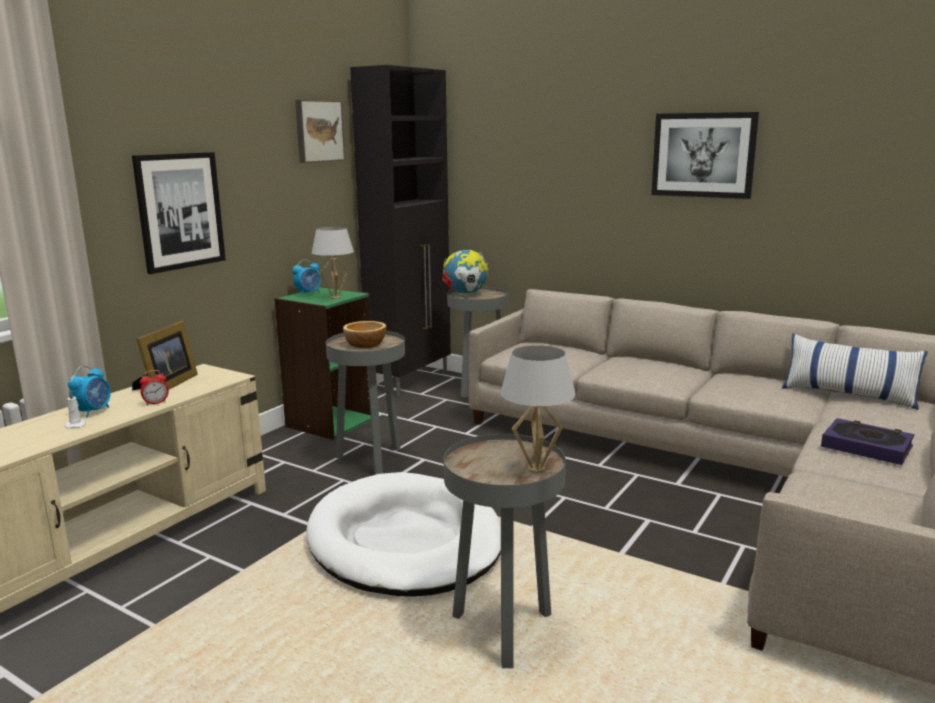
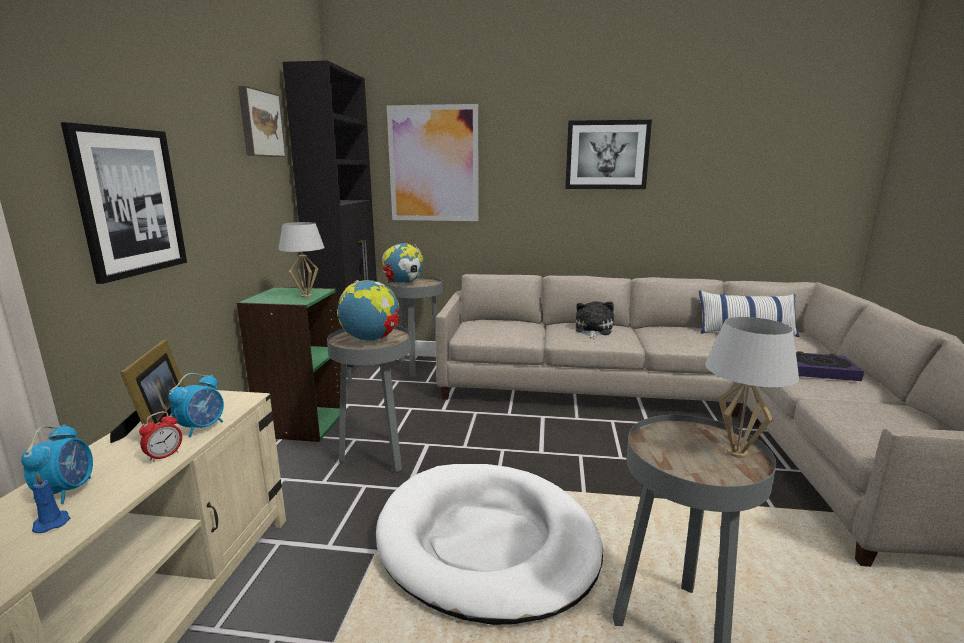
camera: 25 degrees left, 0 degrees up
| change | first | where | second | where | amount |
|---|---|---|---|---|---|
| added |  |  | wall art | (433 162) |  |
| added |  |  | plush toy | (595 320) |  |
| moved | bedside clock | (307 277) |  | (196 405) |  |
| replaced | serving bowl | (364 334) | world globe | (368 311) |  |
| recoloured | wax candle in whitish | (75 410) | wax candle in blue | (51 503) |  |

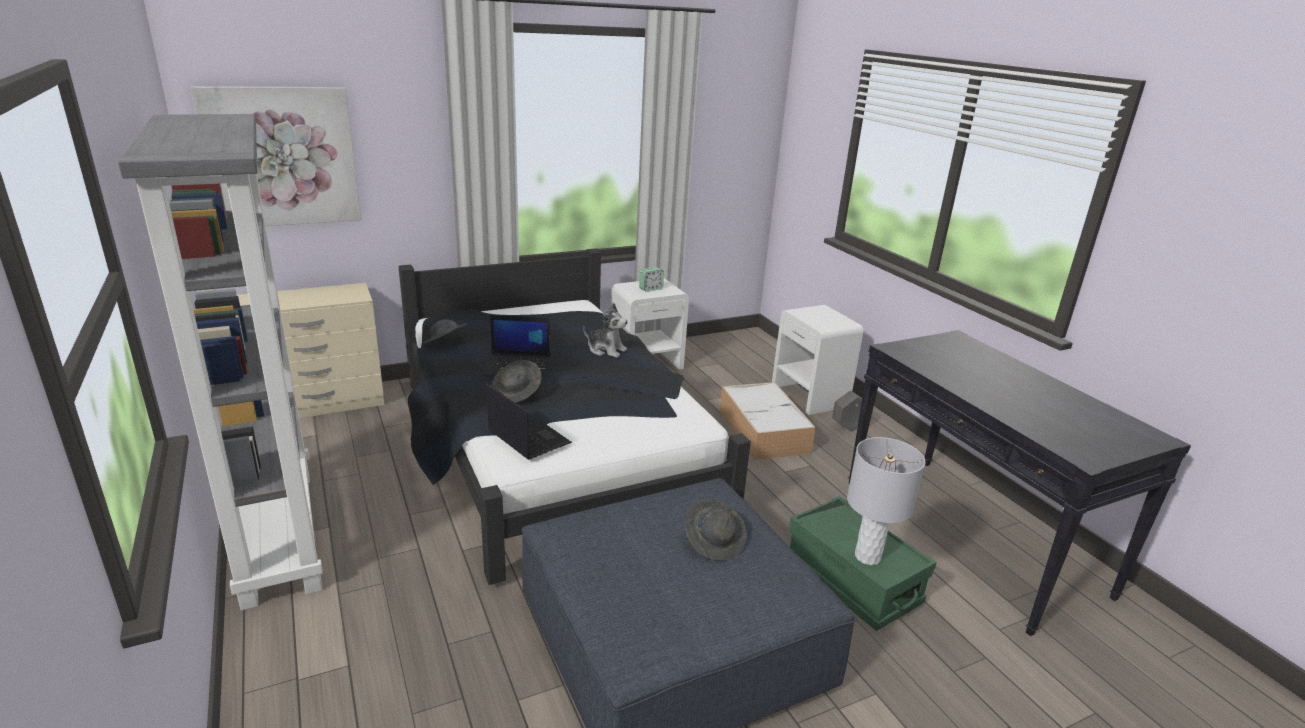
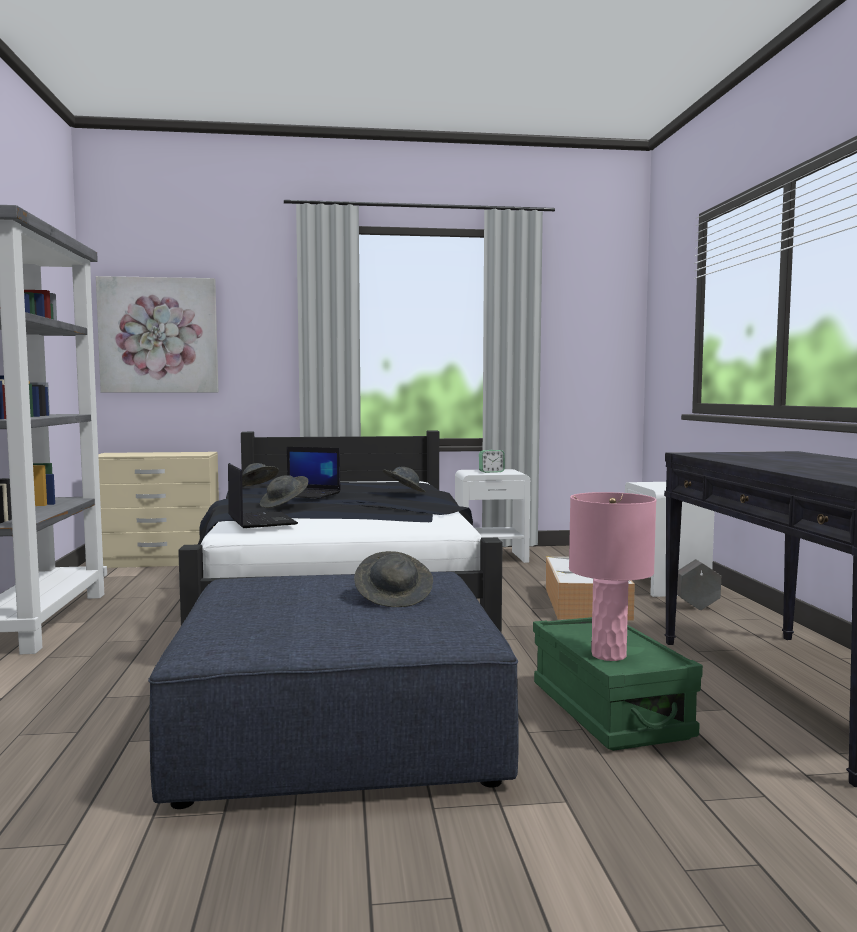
camera: 20 degrees right, 20 degrees down
| change | first | where | second | where | amount |
|---|---|---|---|---|---|
| replaced | plush toy | (605 330) | clothing hat in gray | (404 480) |  |
| recoloured | tabletop lamp in gray | (886 501) | tabletop lamp in pink-coloured | (612 576) |  |

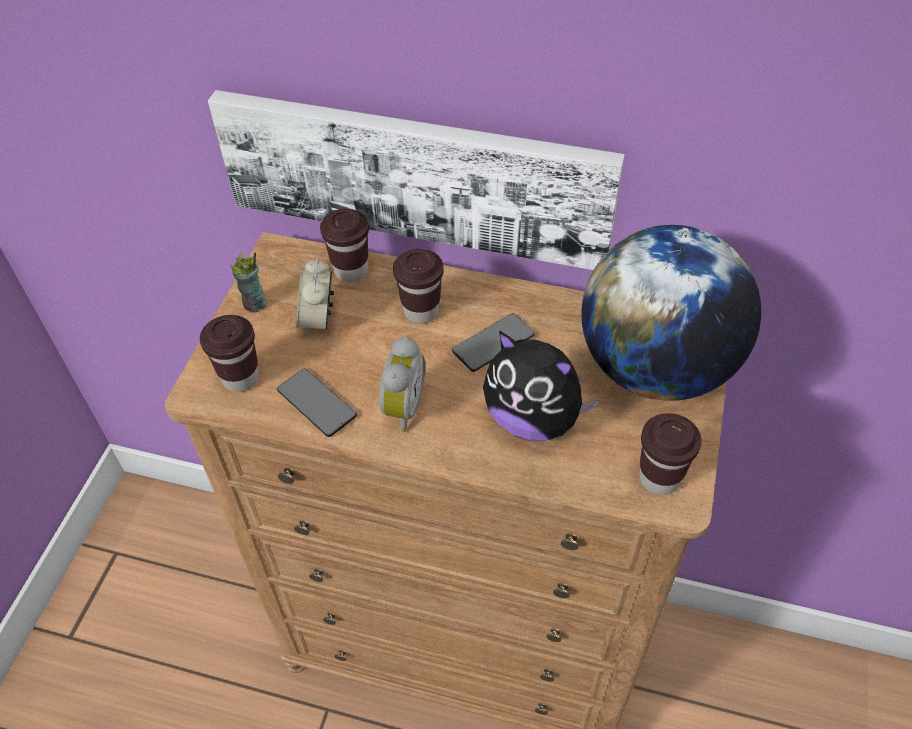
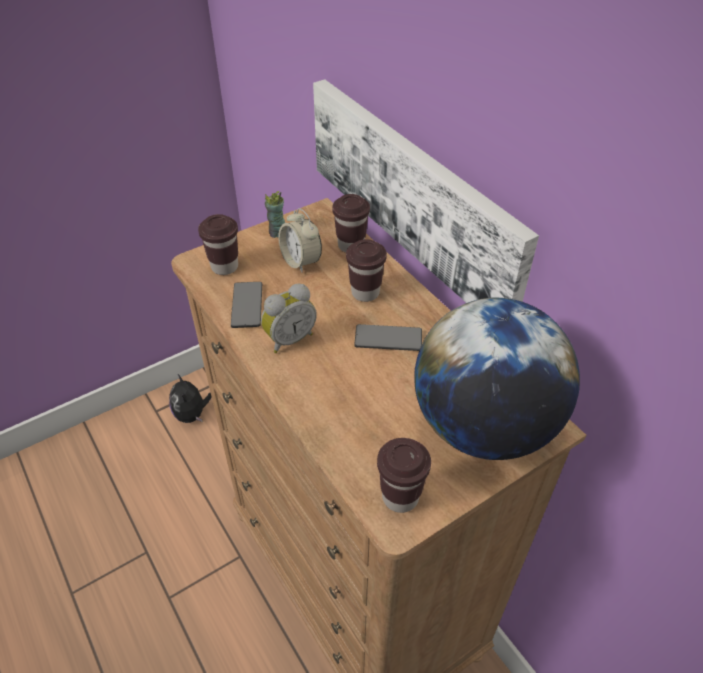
camera: 40 degrees right, 5 degrees down
| change | first | where | second | where | amount |
|---|---|---|---|---|---|
| moved | plush toy | (541 386) |  | (190 398) |  |
| turned | bedside clock | (315 297) |  | (300 240) | 75 degrees counterclockwise |

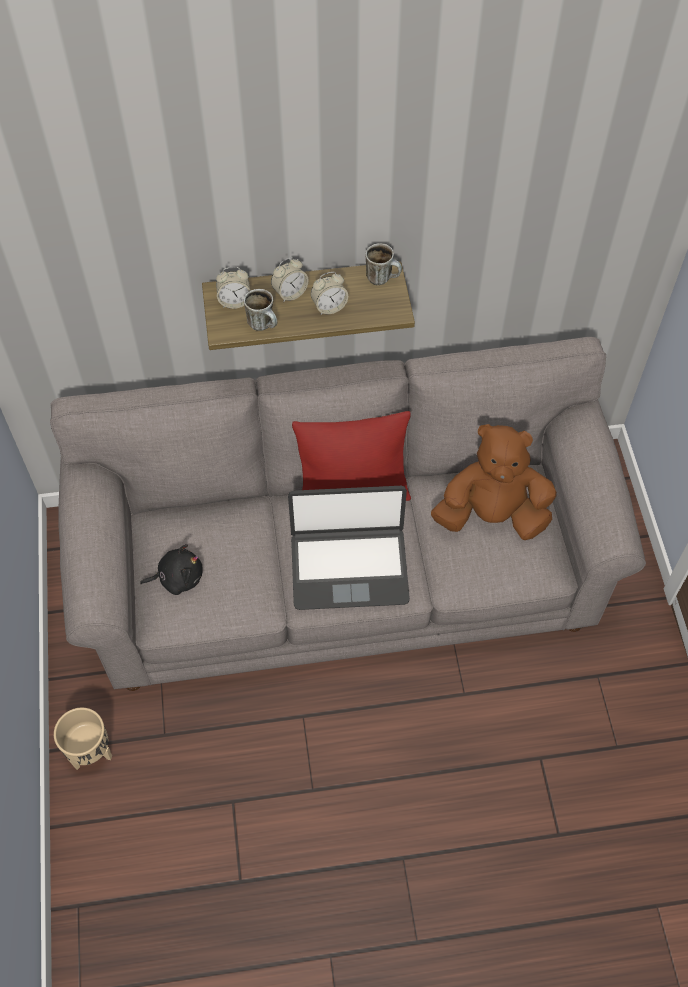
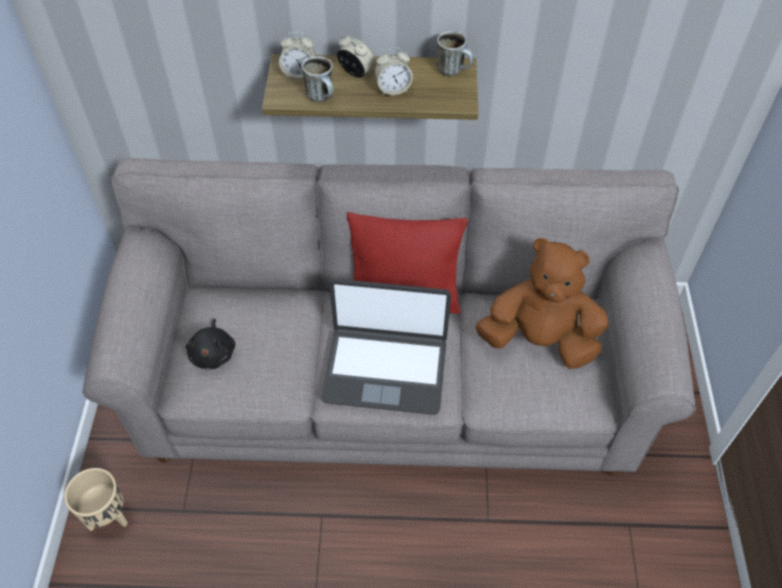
camera: 10 degrees right, 5 degrees down
| change | first | where | second | where | amount |
|---|---|---|---|---|---|
| turned | plush toy in blackish | (171 569) |  | (210 344) | 90 degrees clockwise |
| turned | bedside clock | (290 279) |  | (356 56) | 120 degrees counterclockwise |

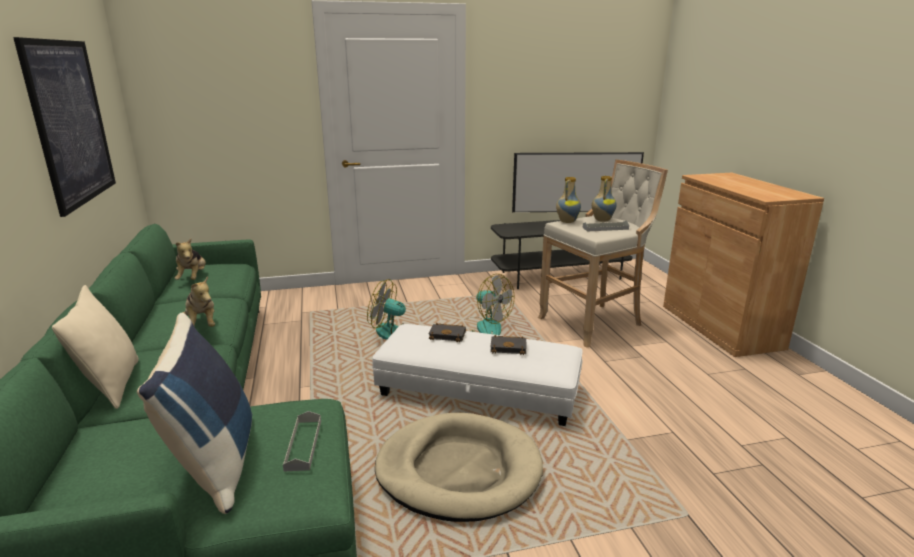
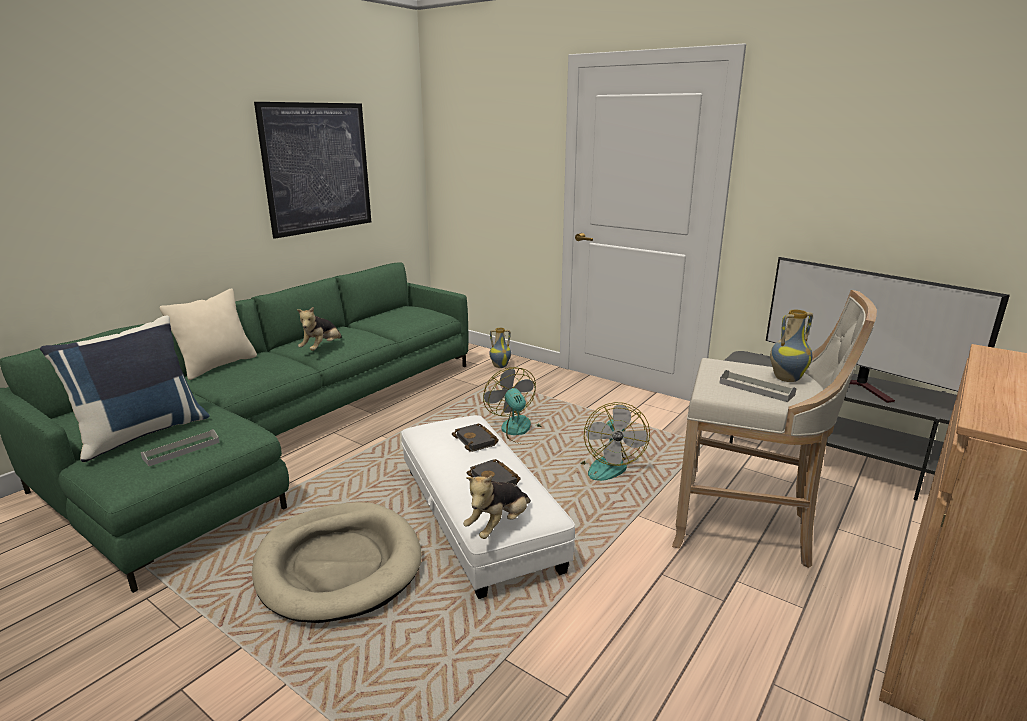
camera: 50 degrees right, 0 degrees up
| change | first | where | second | where | amount |
|---|---|---|---|---|---|
| moved | plush toy | (190 259) |  | (497 507) |  |
| moved | flower vase | (568 200) |  | (500 348) |  |

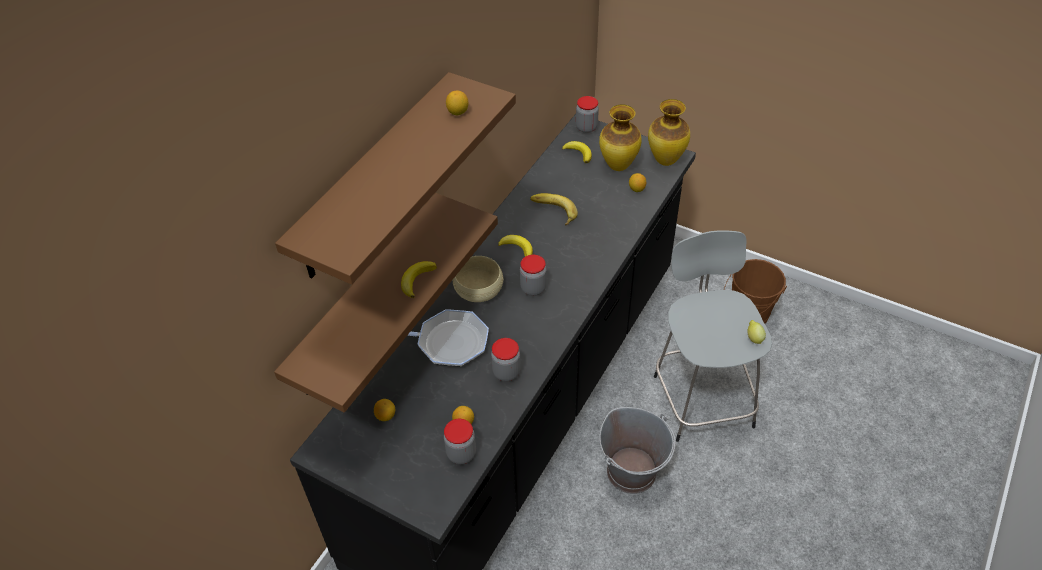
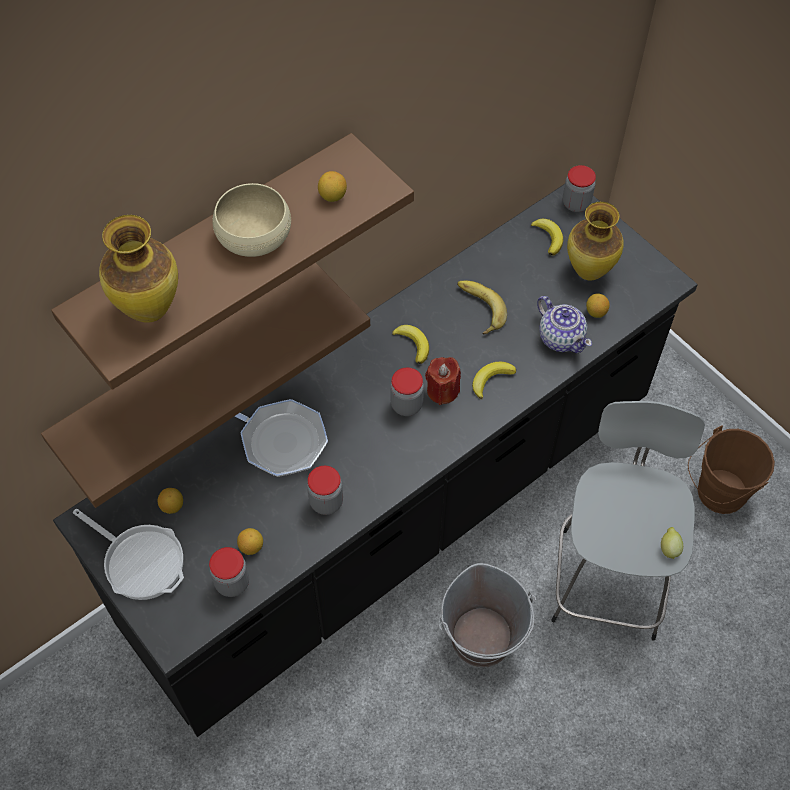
camera: 20 degrees right, 10 degrees up
| change | first | where | second | where | amount |
|---|---|---|---|---|---|
| added |  |  | pan | (128 554) |  |
| added |  |  | wax candle in reddish | (443 381) |  |
| added |  |  | teapot | (564 324) |  |
| moved | banana | (419 279) |  | (494 380) |  |
| moved | serving bowl in beige-coloured | (478 279) |  | (251 220) |  |
| moved | flower vase | (669 132) |  | (138 269) |  |

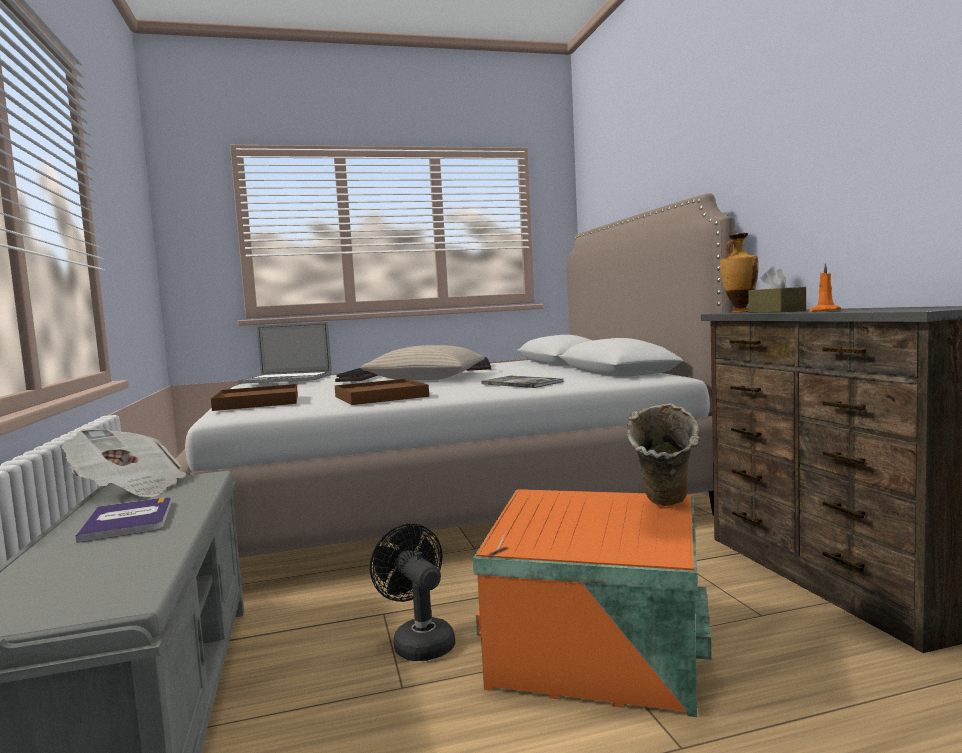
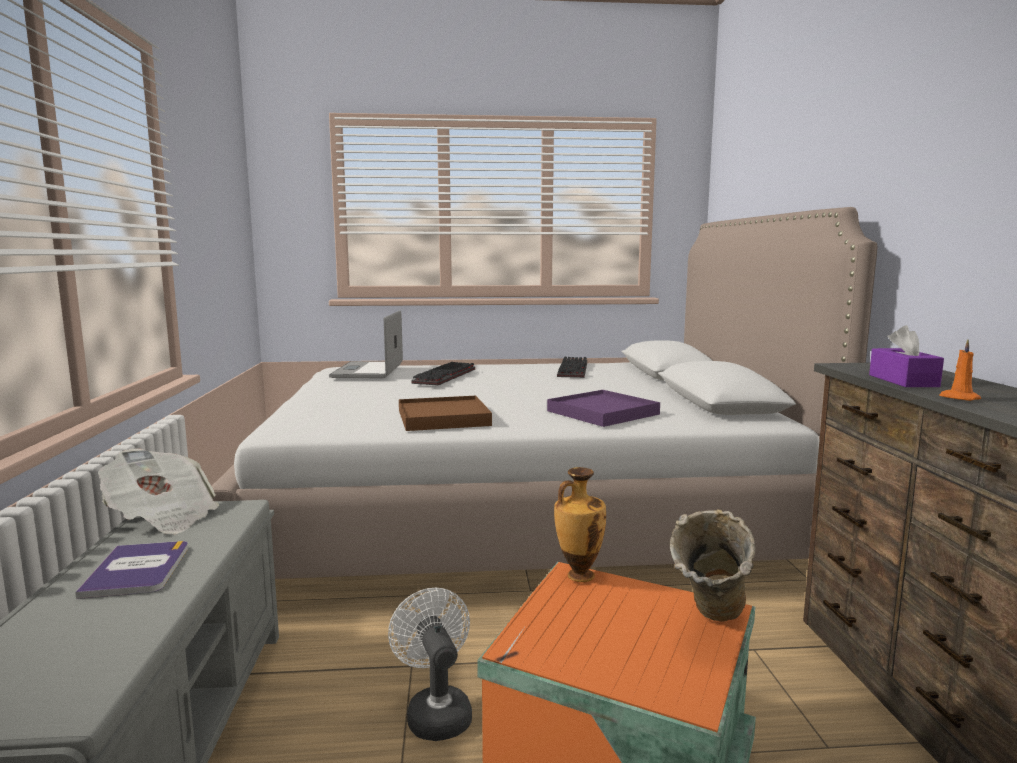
camera: 10 degrees right, 5 degrees up
| change | first | where | second | where | amount |
|---|---|---|---|---|---|
| removed | carrying tray in brown | (254 397) |  |  |  |
| removed | throw pillow in beige-coloured | (422 362) |  |  |  |
| moved | flower vase | (739 272) |  | (580 524) |  |
| replaced | book | (522 382) | carrying tray in purplish | (603 408) |  |
| recoloured | electric fan in blackish | (412 592) | electric fan in whitish | (430 664) |  |
| recoloured | tissue box in brown | (777 289) | tissue box in purplish | (906 356) |  |
| turned | laptop | (285 353) |  | (366 344) | 75 degrees clockwise |

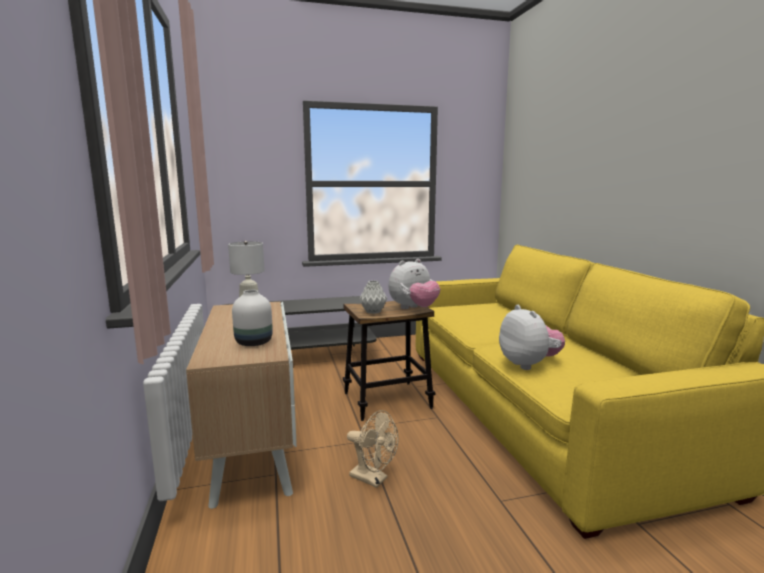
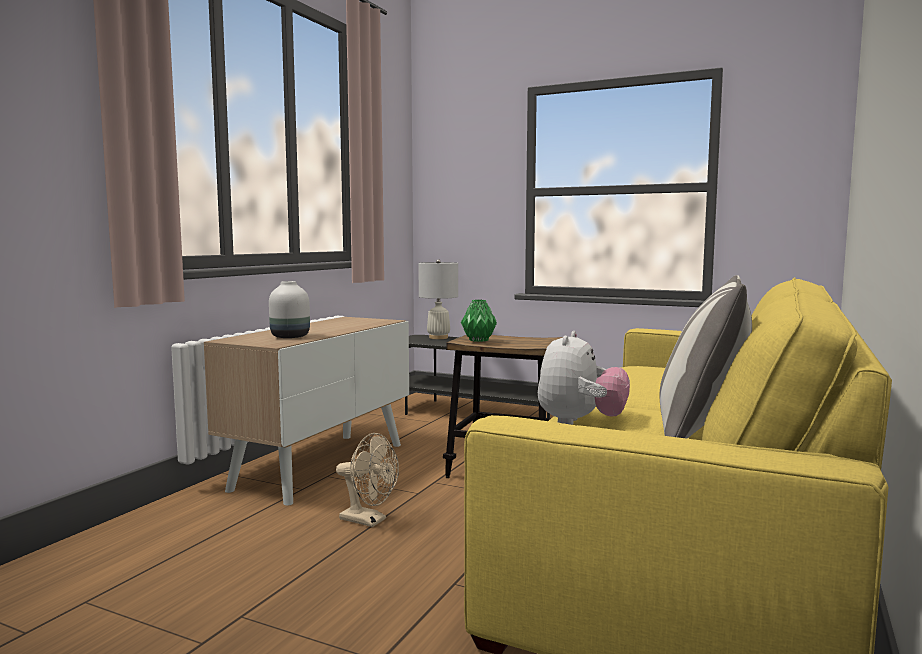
camera: 40 degrees right, 5 degrees down
| change | first | where | second | where | amount |
|---|---|---|---|---|---|
| removed | plush toy | (414 284) |  |  |  |
| added |  |  | throw pillow | (705 357) |  |
| recoloured | flower vase in gray | (373 297) | flower vase in greenish | (479 320) |  |
| turned | electric fan in beige-coloured | (372 449) |  | (367 480) | 45 degrees counterclockwise |

